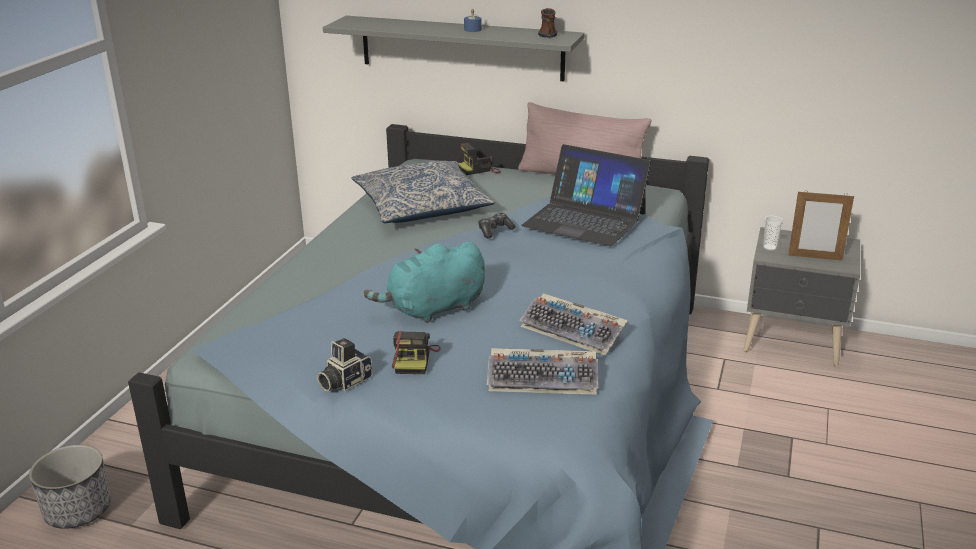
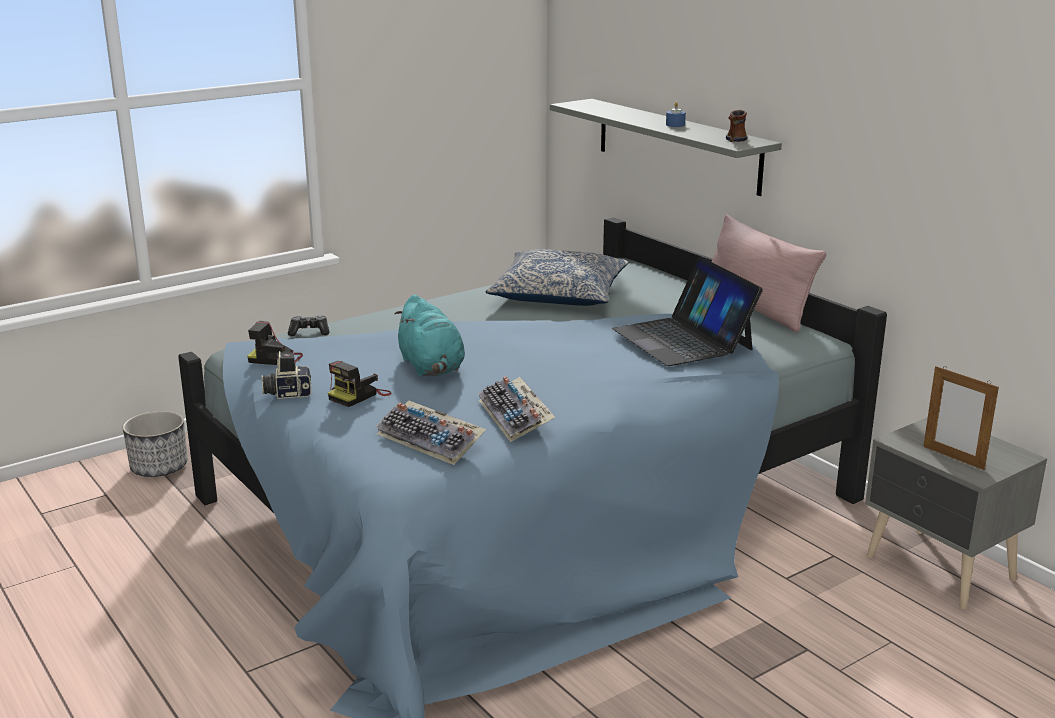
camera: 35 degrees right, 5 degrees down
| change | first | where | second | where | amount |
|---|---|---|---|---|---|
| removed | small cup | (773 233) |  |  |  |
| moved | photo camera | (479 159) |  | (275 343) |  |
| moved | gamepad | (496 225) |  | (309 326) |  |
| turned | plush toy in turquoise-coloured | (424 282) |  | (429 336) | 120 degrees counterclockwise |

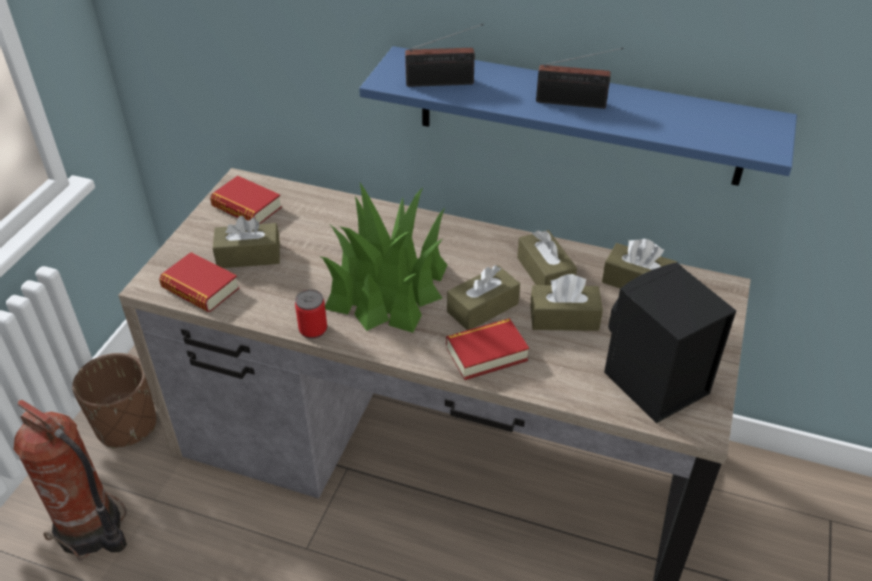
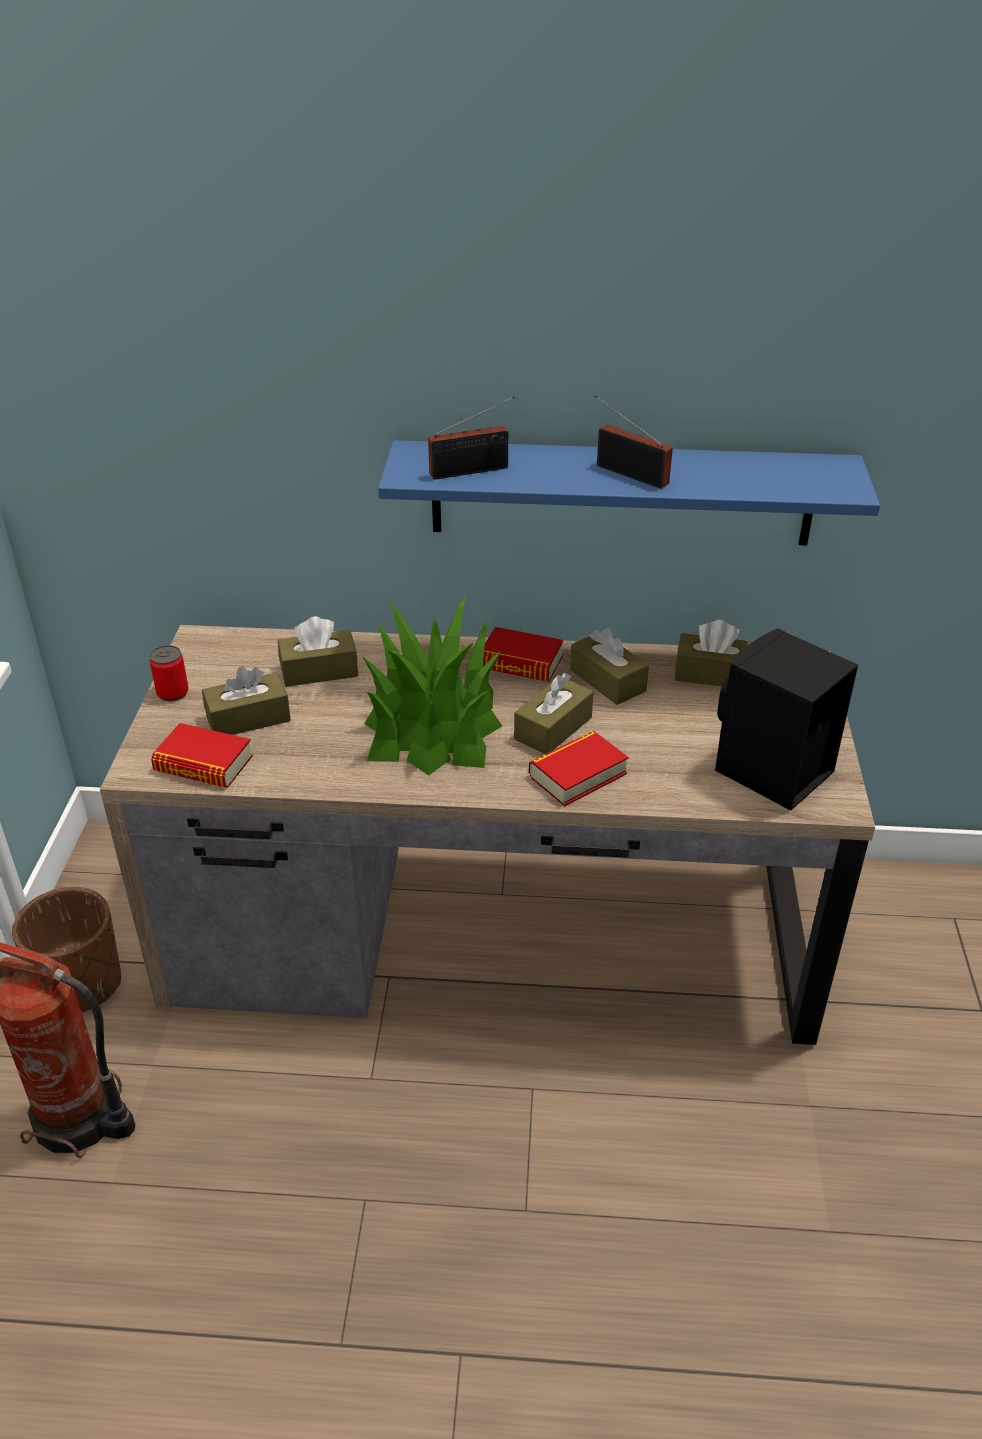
camera: 15 degrees left, 5 degrees down
| change | first | where | second | where | amount |
|---|---|---|---|---|---|
| moved | book | (246 200) |  | (523 654) |  |
| moved | can | (311 314) |  | (169 673) |  |
| moved | tissue box in brown | (566 302) |  | (318 651) |  |
| turned | radio receiver | (579 78) |  | (634 442) | 135 degrees counterclockwise |

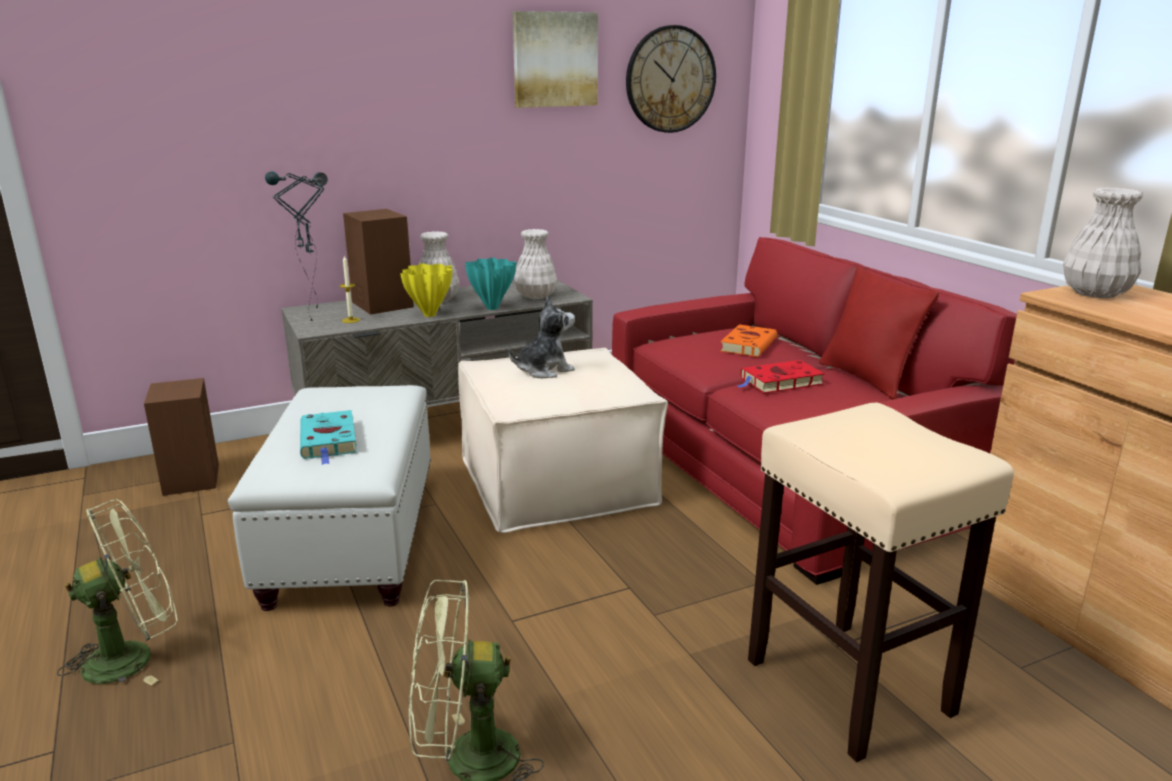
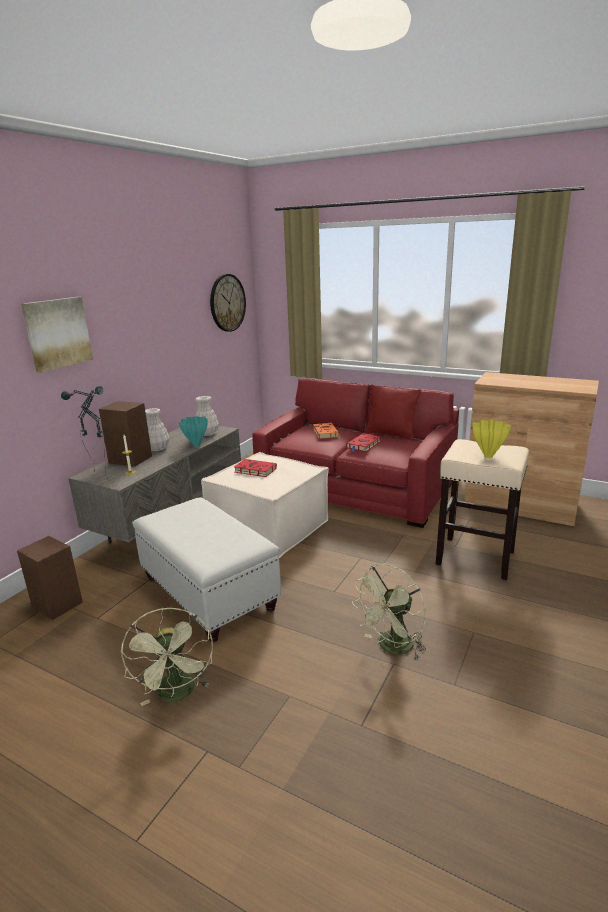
camera: 35 degrees left, 0 degrees up
| change | first | where | second | where | amount |
|---|---|---|---|---|---|
| removed | book in turquoise-coloured | (328 437) |  |  |  |
| removed | flower vase in whitish | (1103 243) |  |  |  |
| moved | flower vase in yellowish | (426 290) |  | (491 439) |  |
| moved | wall art | (555 59) |  | (57 335) |  |
| replaced | plush toy | (541 337) | book in reddish | (255 468) |  |
| turned | electric fan in greenish | (117 592) |  | (167 657) | 150 degrees clockwise |

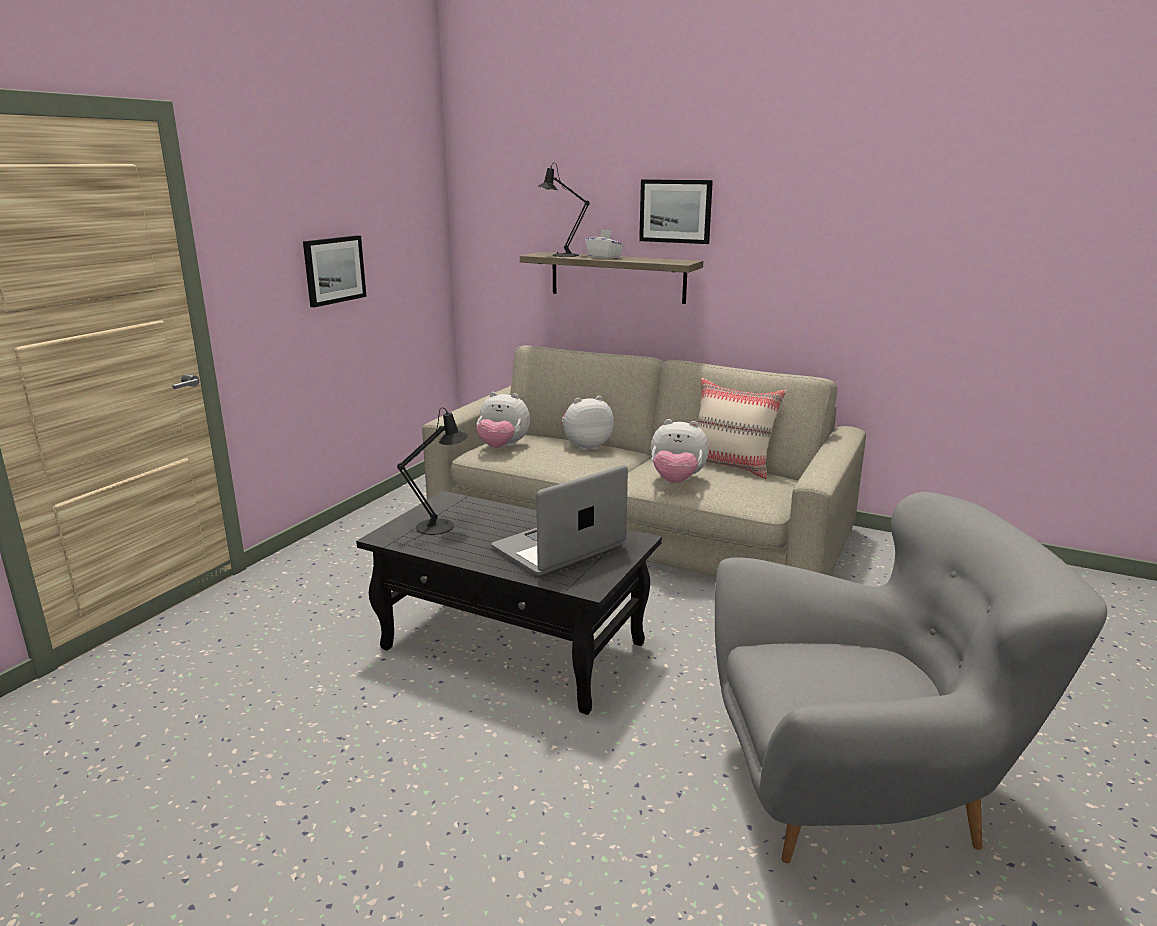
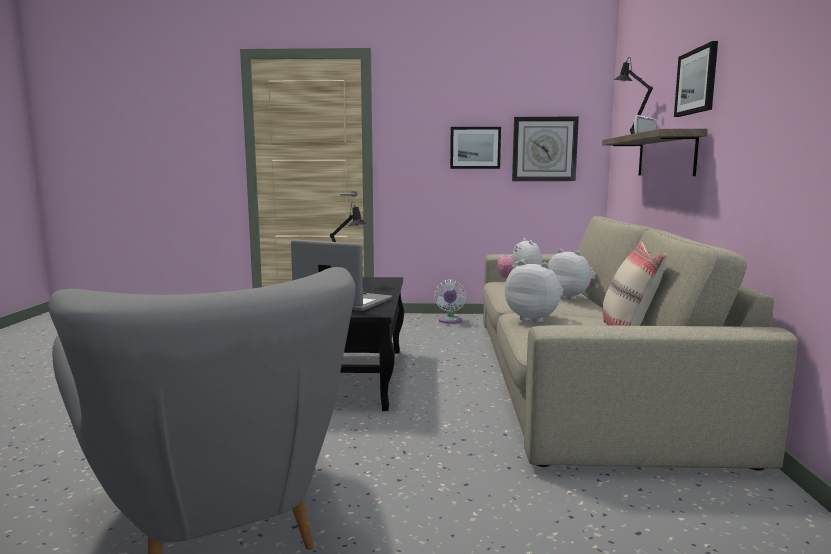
camera: 65 degrees right, 10 degrees down
| change | first | where | second | where | amount |
|---|---|---|---|---|---|
| added |  |  | electric fan in whitish | (450 302) |  |
| added |  |  | wall clock | (545 148) |  |
| turned | plush toy | (680 451) |  | (534 291) | 135 degrees clockwise |

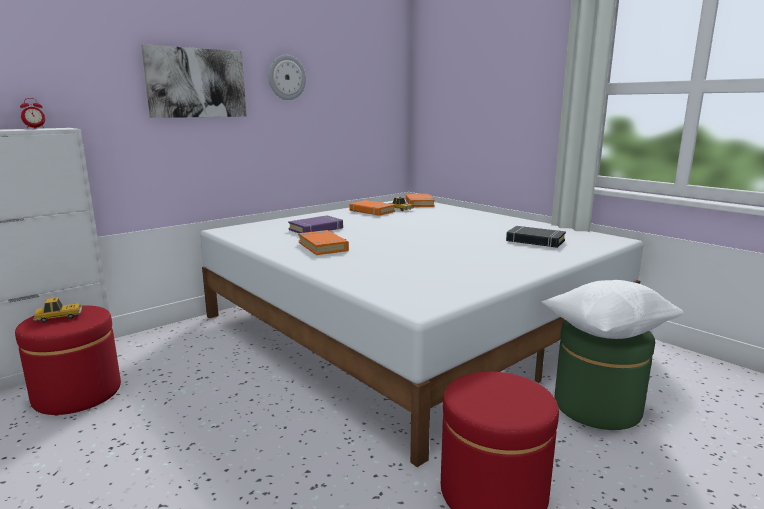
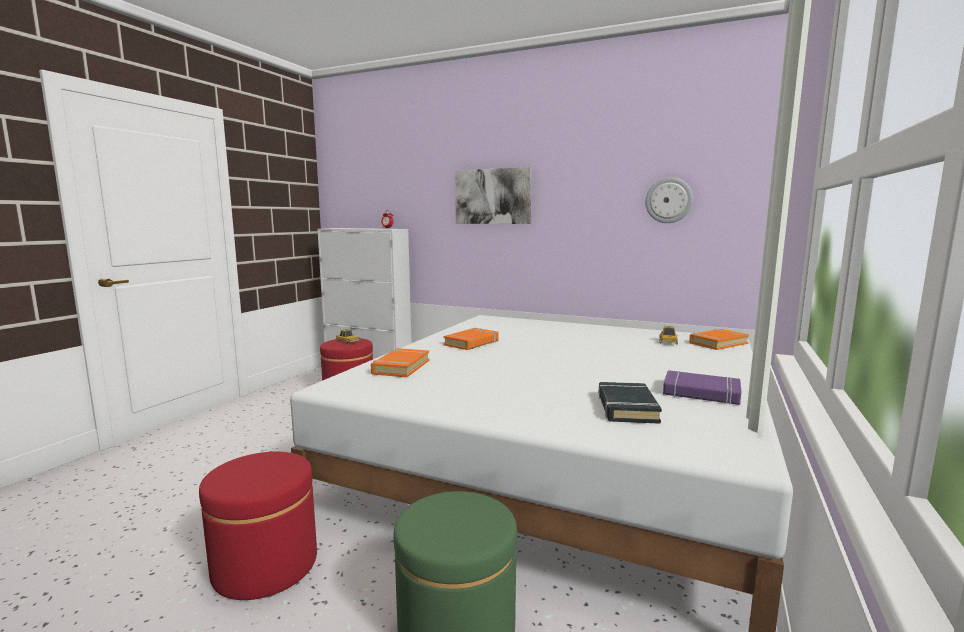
camera: 65 degrees right, 5 degrees down
| change | first | where | second | where | amount |
|---|---|---|---|---|---|
| removed | throw pillow in whitish | (612 309) |  |  |  |
| moved | wall clock | (287 77) |  | (669 200) |  |
| moved | book in purplish | (315 224) |  | (702 387) |  |
| moved | book in orangey | (372 208) |  | (400 362) |  |

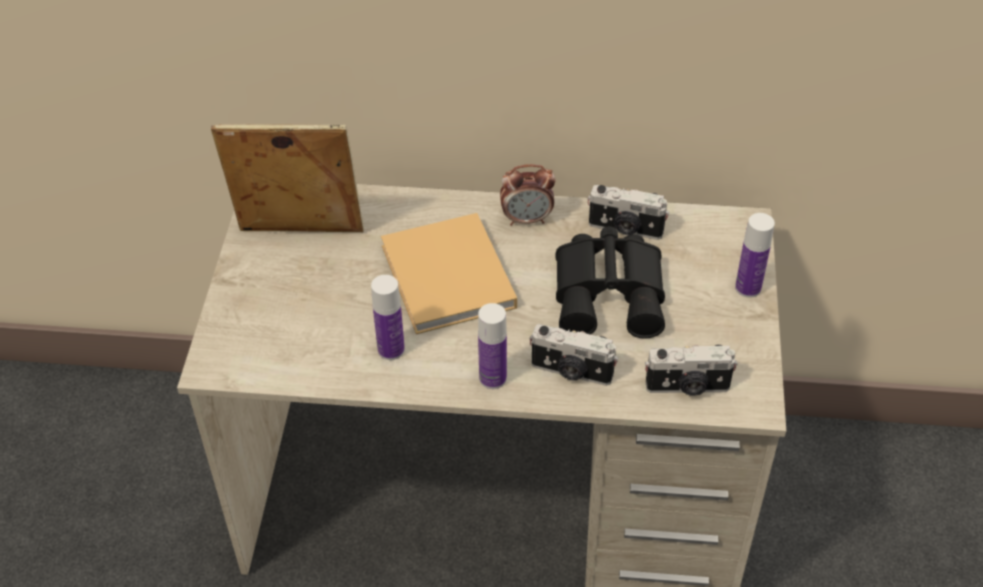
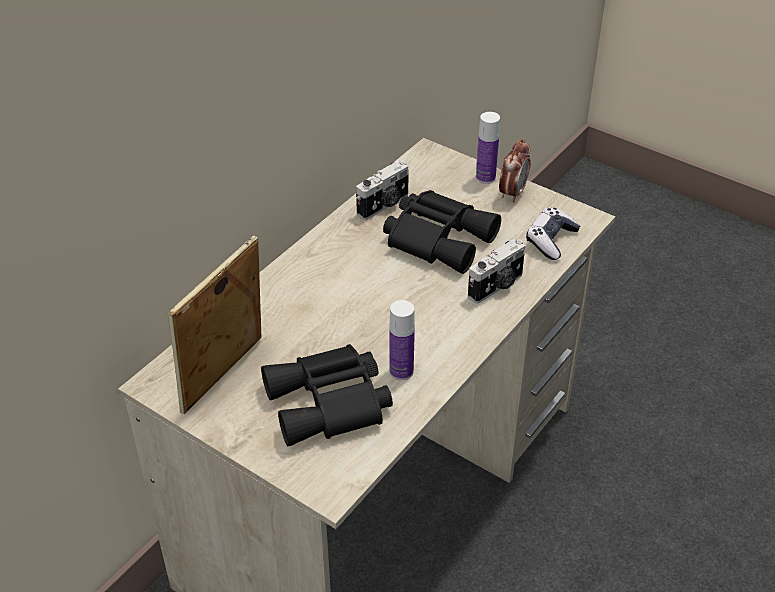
camera: 60 degrees left, 5 degrees down
| change | first | where | second | where | amount |
|---|---|---|---|---|---|
| removed | book in beige-coloured | (449 274) |  |  |  |
| removed | beverage bottle | (492 346) |  |  |  |
| added |  |  | pair of binoculars in blackish | (327 395) |  |
| moved | bedside clock | (528 195) |  | (515 170) |  |
| replaced | photo camera | (691 370) | gamepad | (553 234) |  |

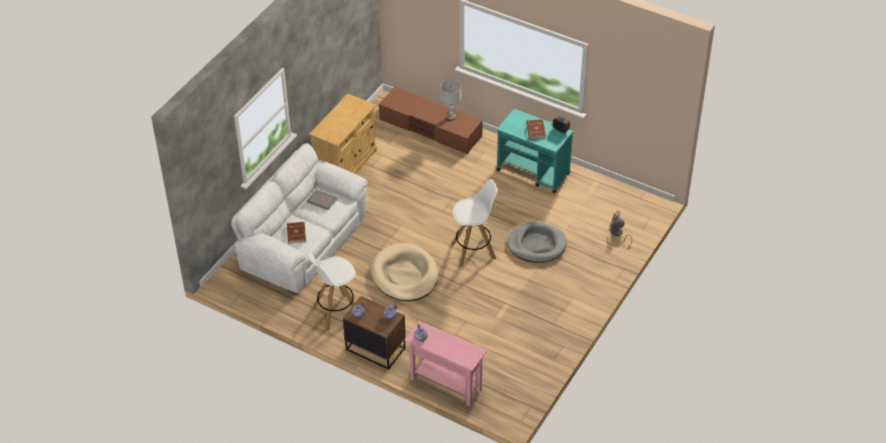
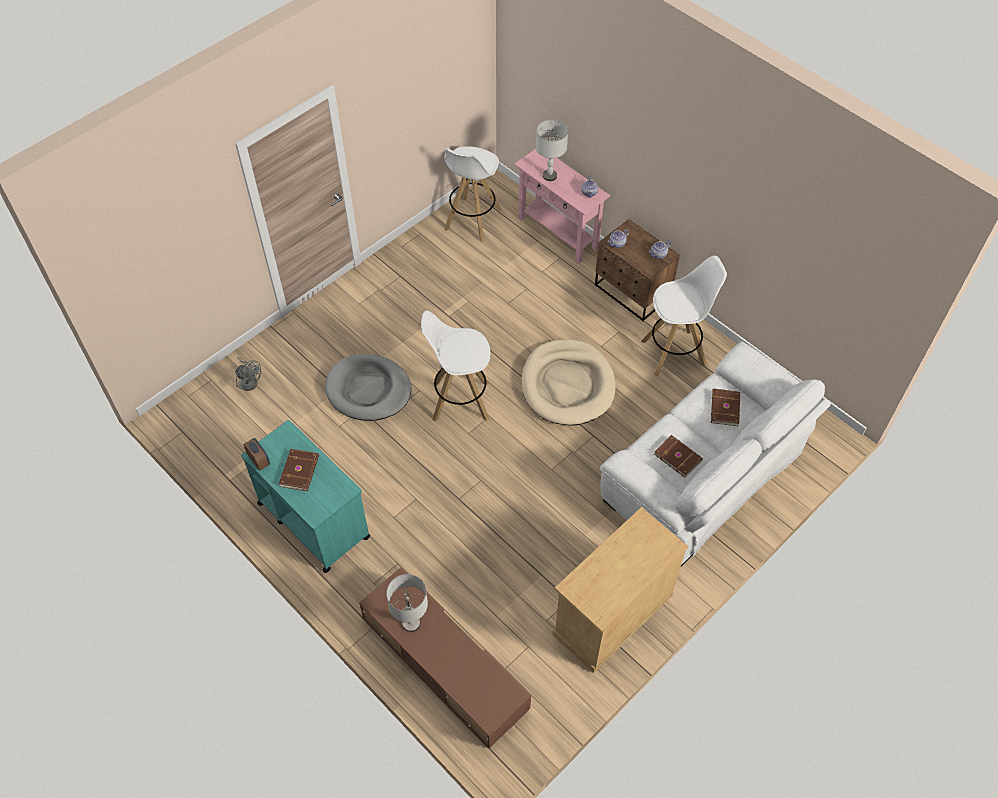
camera: 165 degrees left, 10 degrees up
| change | first | where | second | where | amount |
|---|---|---|---|---|---|
| added |  |  | stool in whitish | (472 194) |  |
| added |  |  | tabletop lamp in gray | (552 150) |  |
| recoloured | book in gray | (322 200) | book in brown | (678 456) |  |

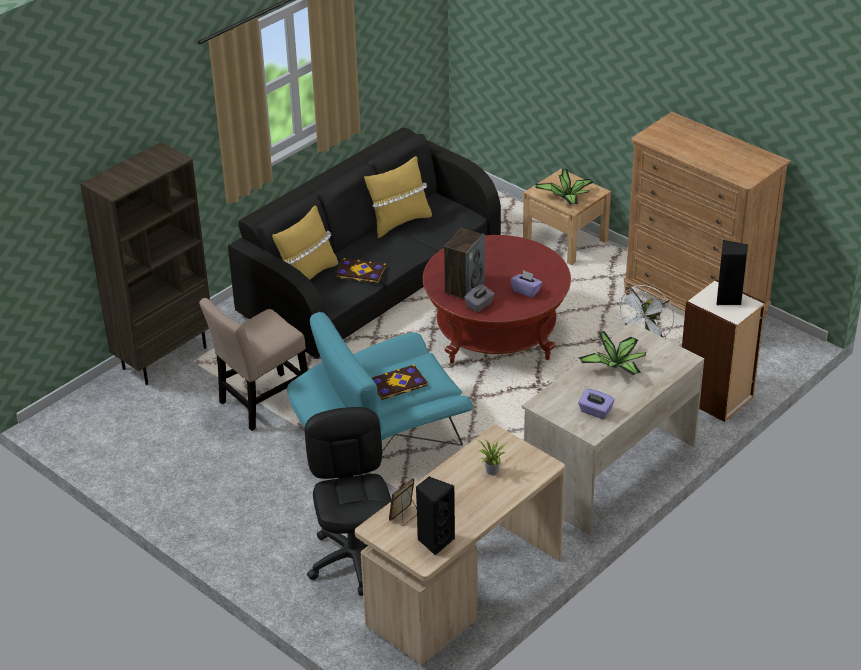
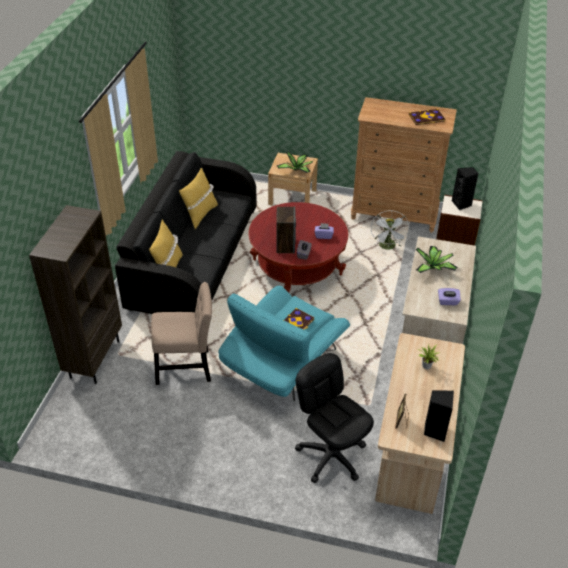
camera: 30 degrees left, 5 degrees up
| change | first | where | second | where | amount |
|---|---|---|---|---|---|
| moved | book | (361 271) |  | (427 117) |  |
| turned | plain chair in beige-coloured | (253 364) |  | (181 333) | 120 degrees counterclockwise |

